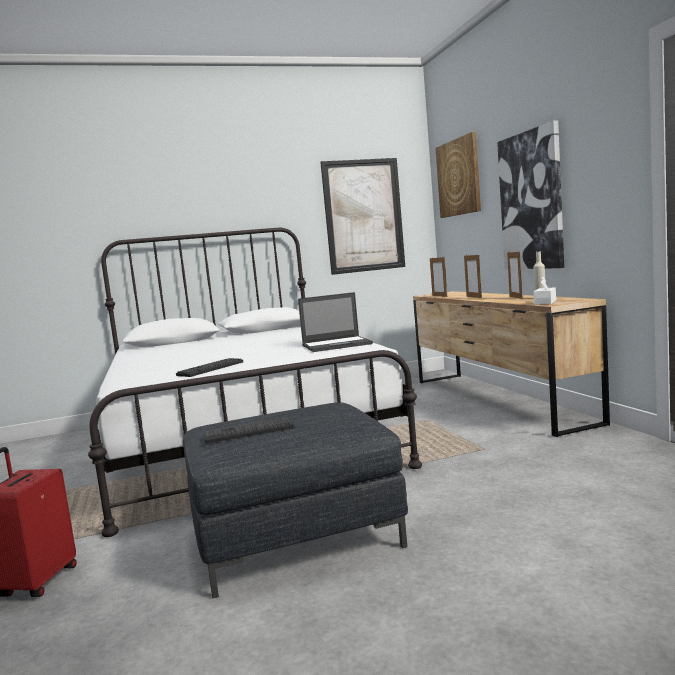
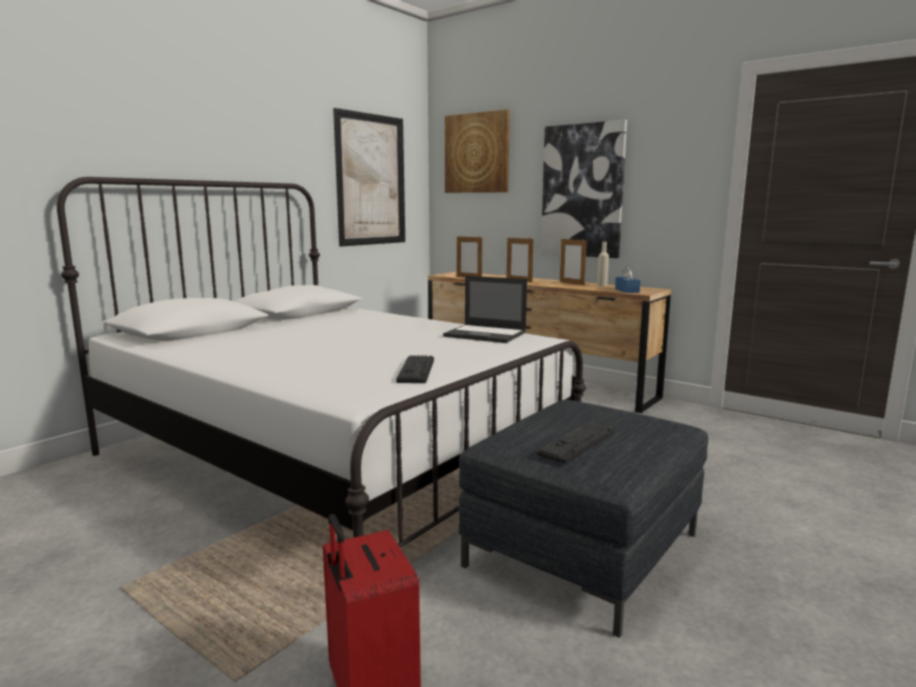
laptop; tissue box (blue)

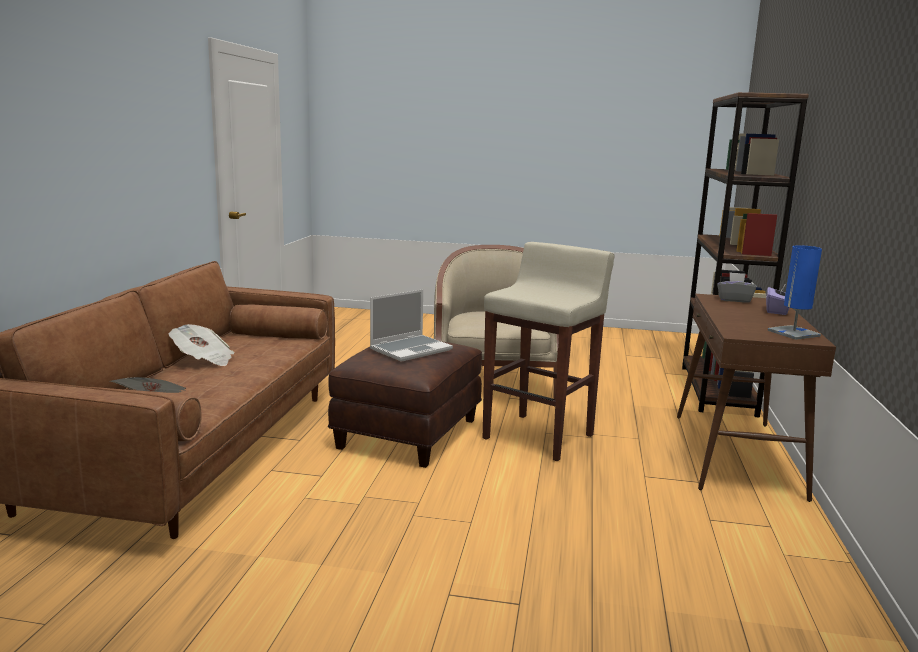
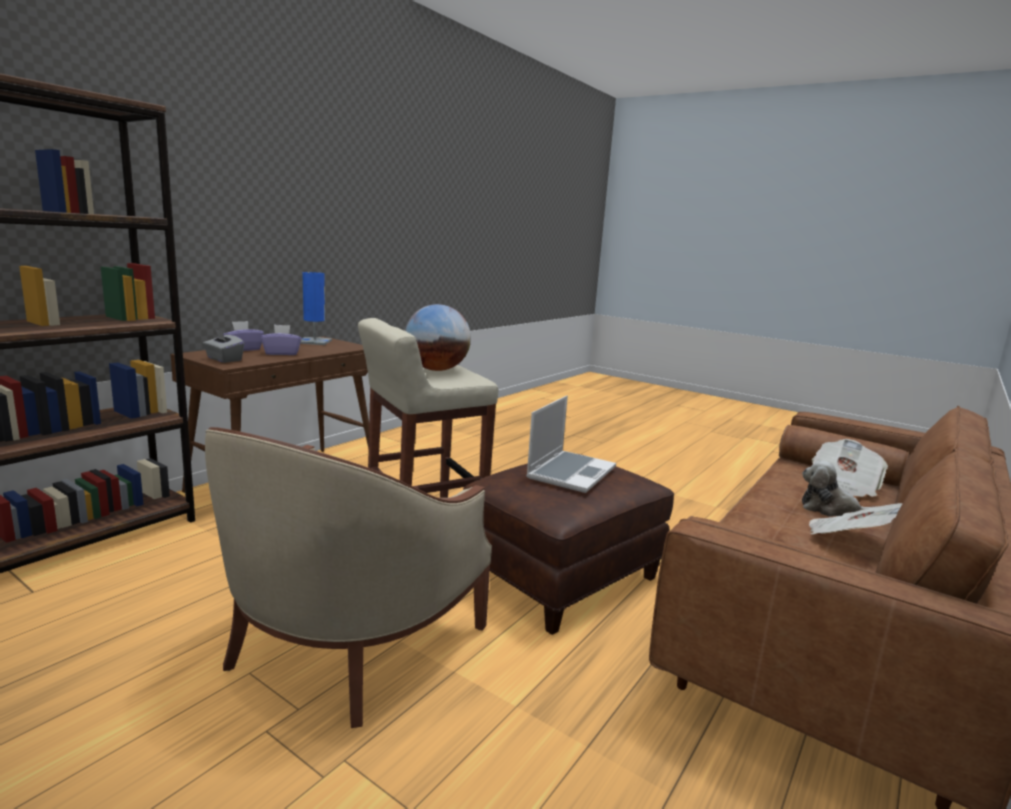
tissue box (purple) (2nd from left); globe; laptop; plush toy

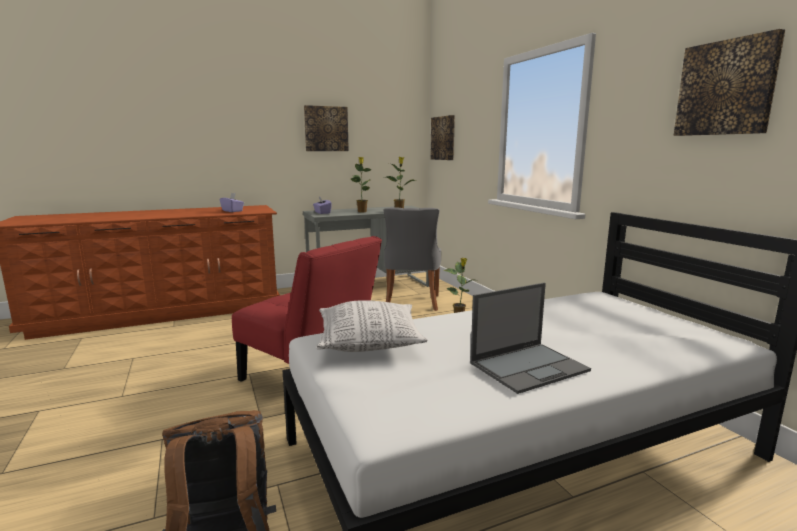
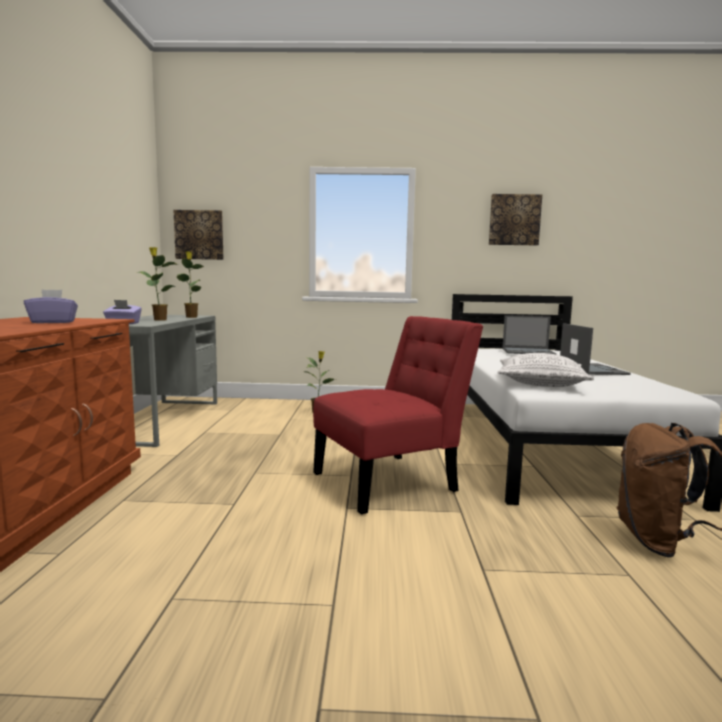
laptop (1st from left); picture (1st from left in the first image); chair (grey)

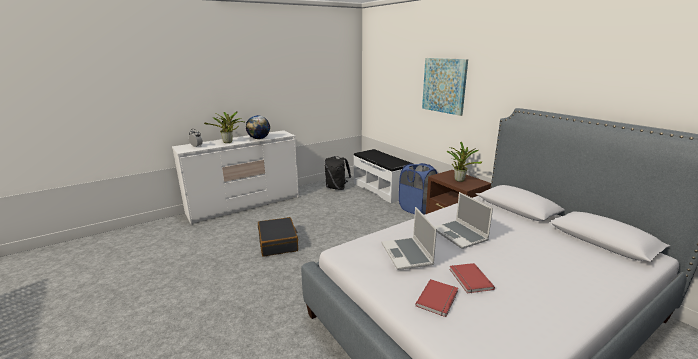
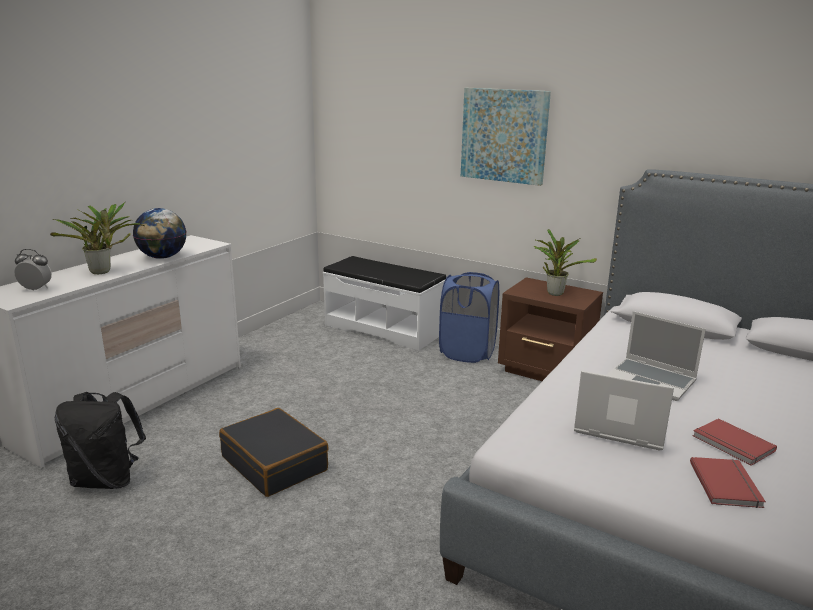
backpack (black); laptop (1st from left)

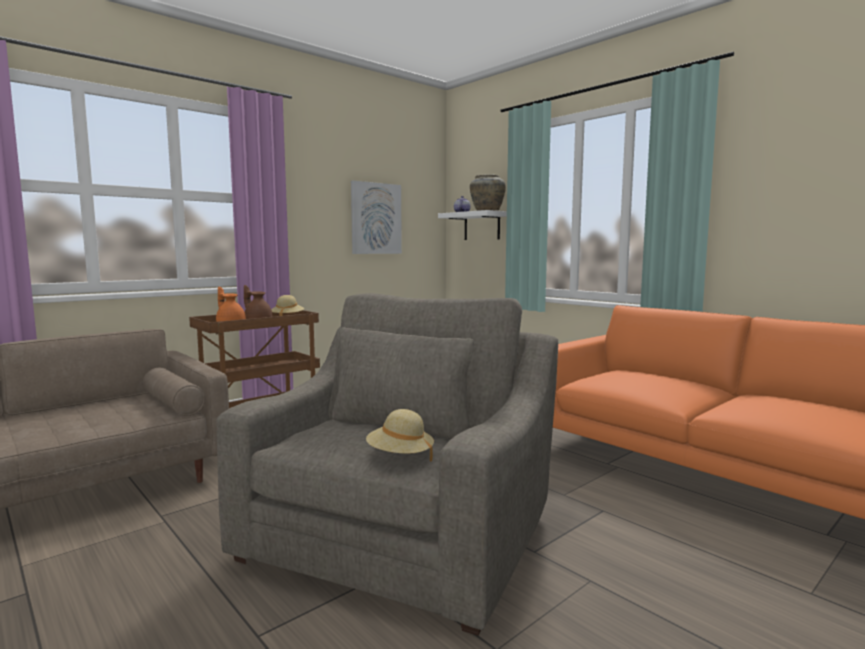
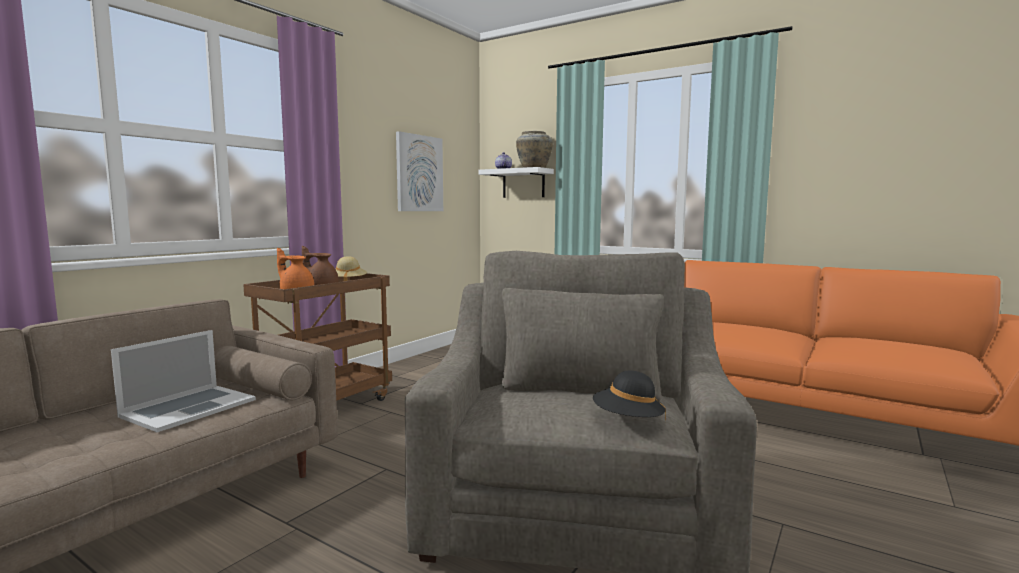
laptop; hat (black)

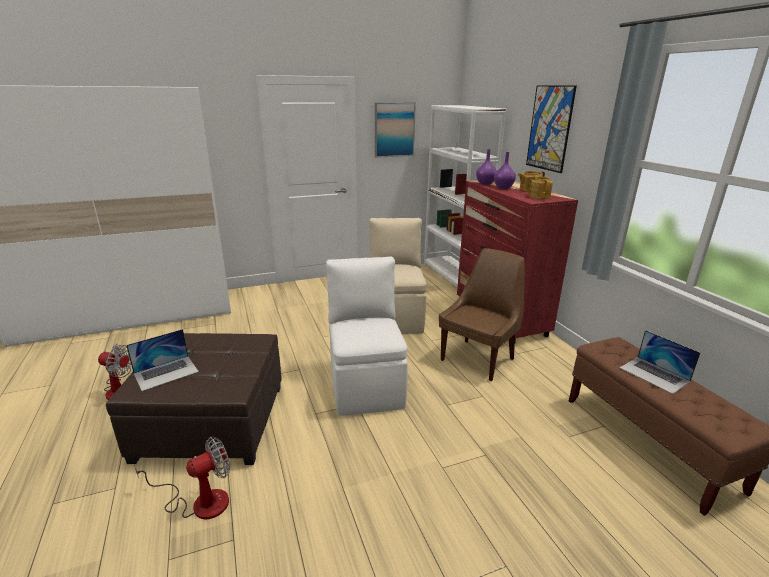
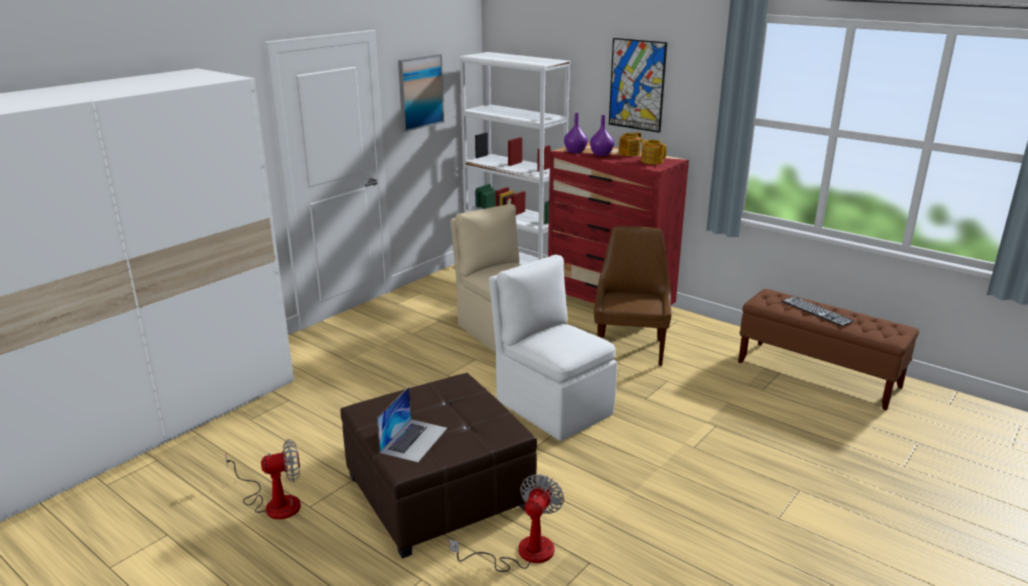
keyboard

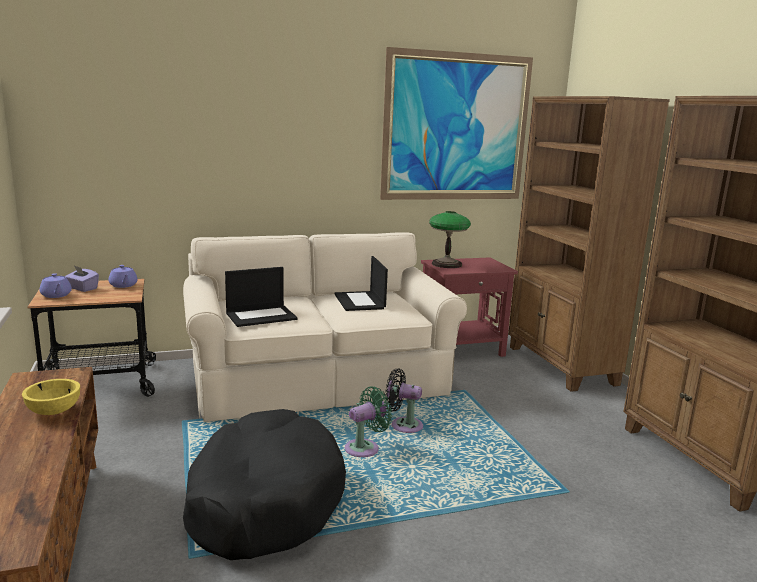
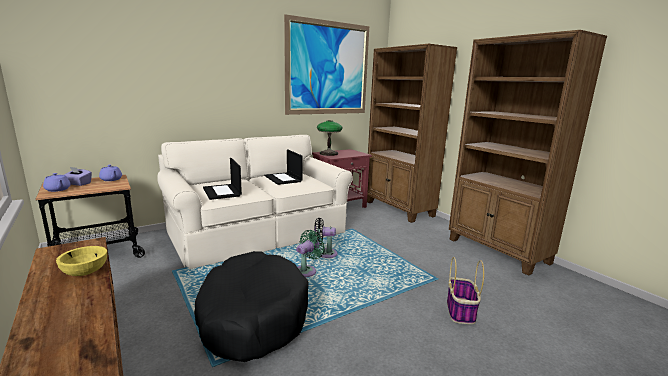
laptop (1st from left); basket

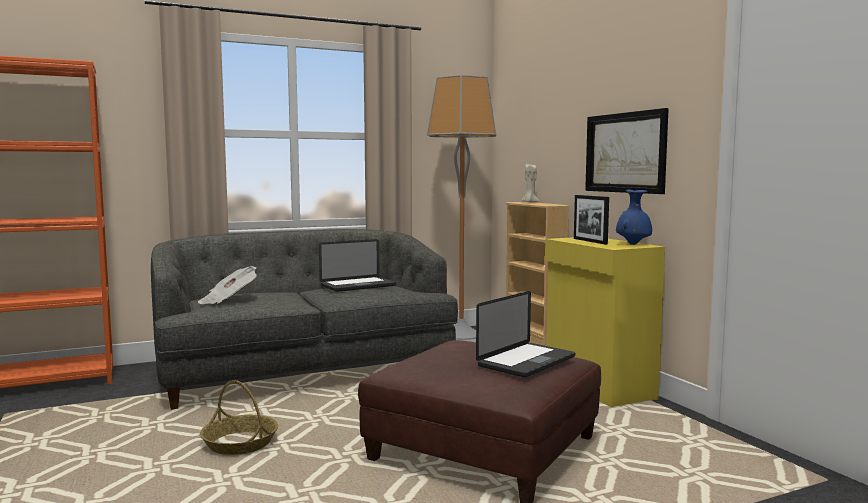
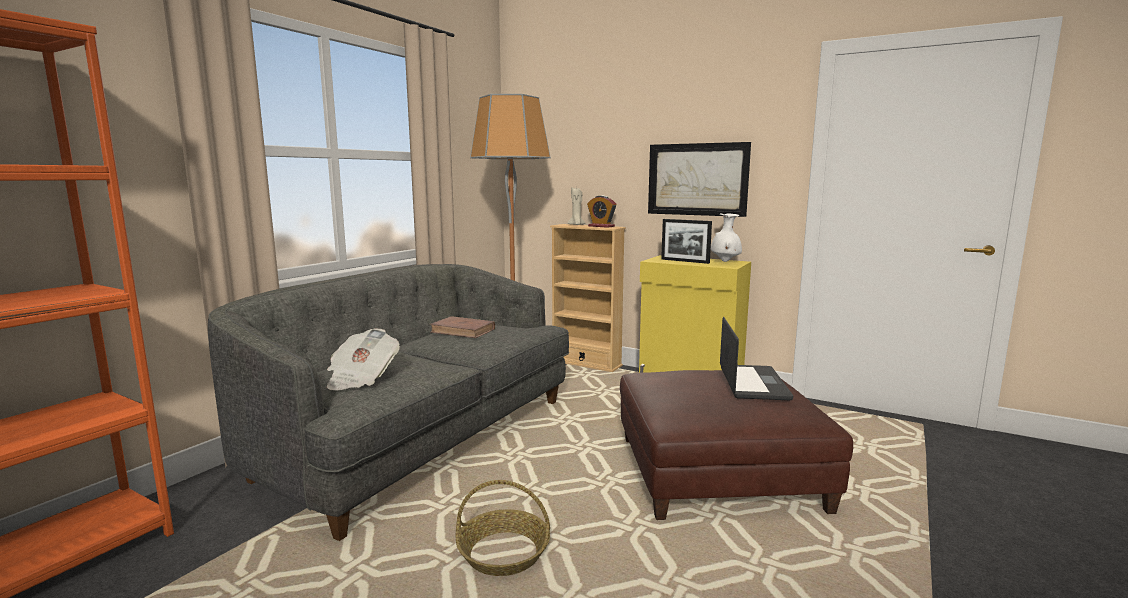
book (brown); alarm clock; vase (white)

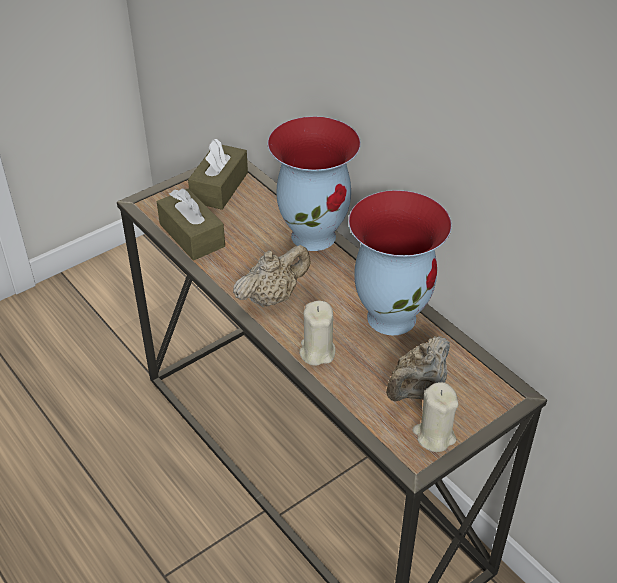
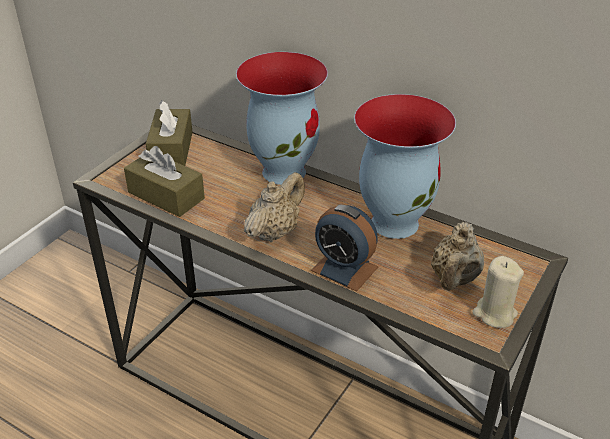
alarm clock

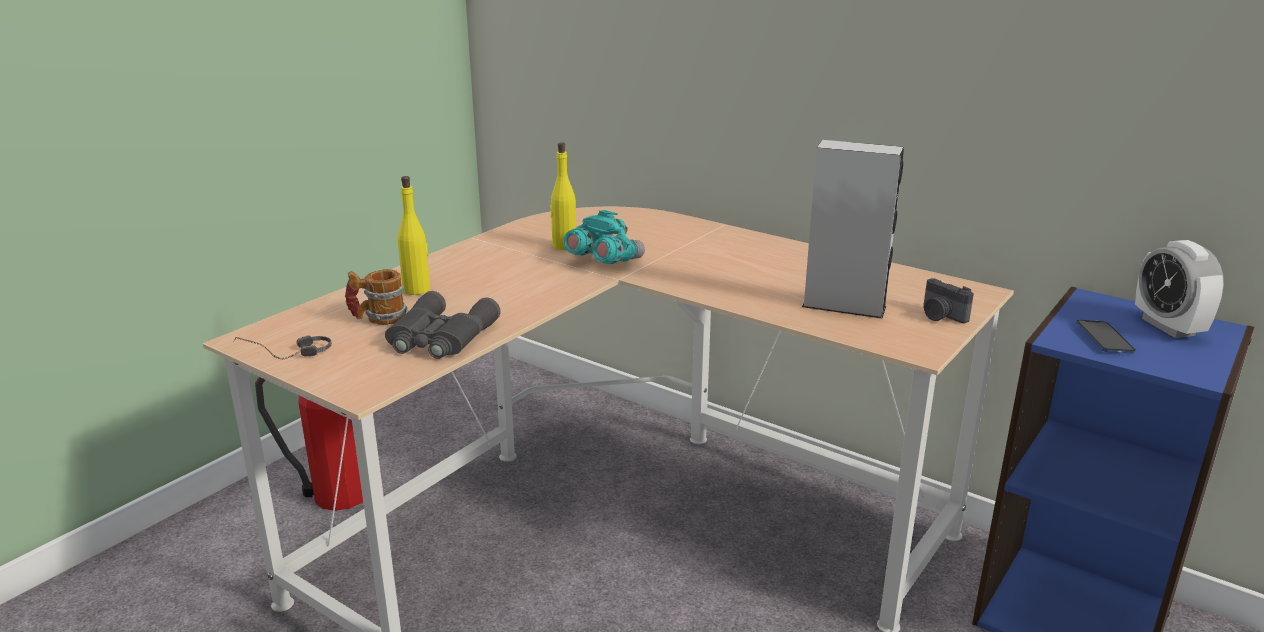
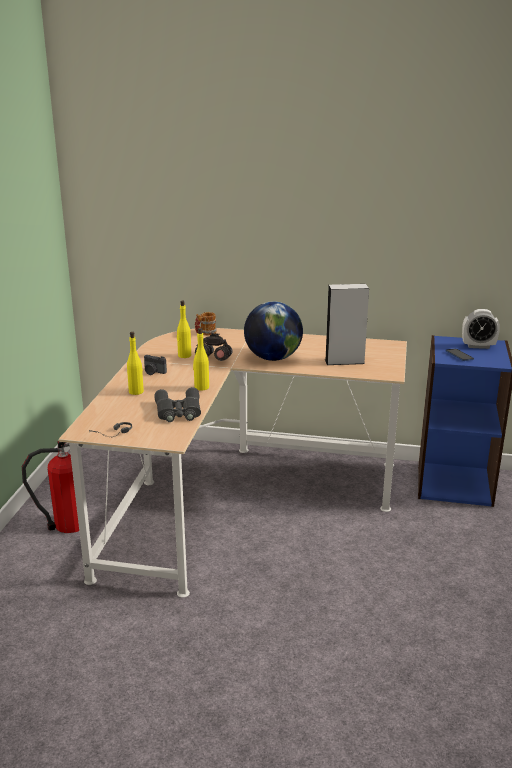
photo camera; bottle (yellow) (3rd from left); mug; binoculars (grey) (2nd from left); globe; alarm clock

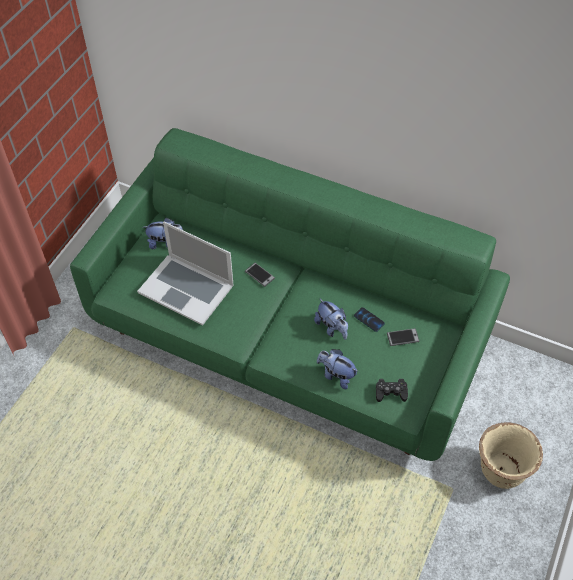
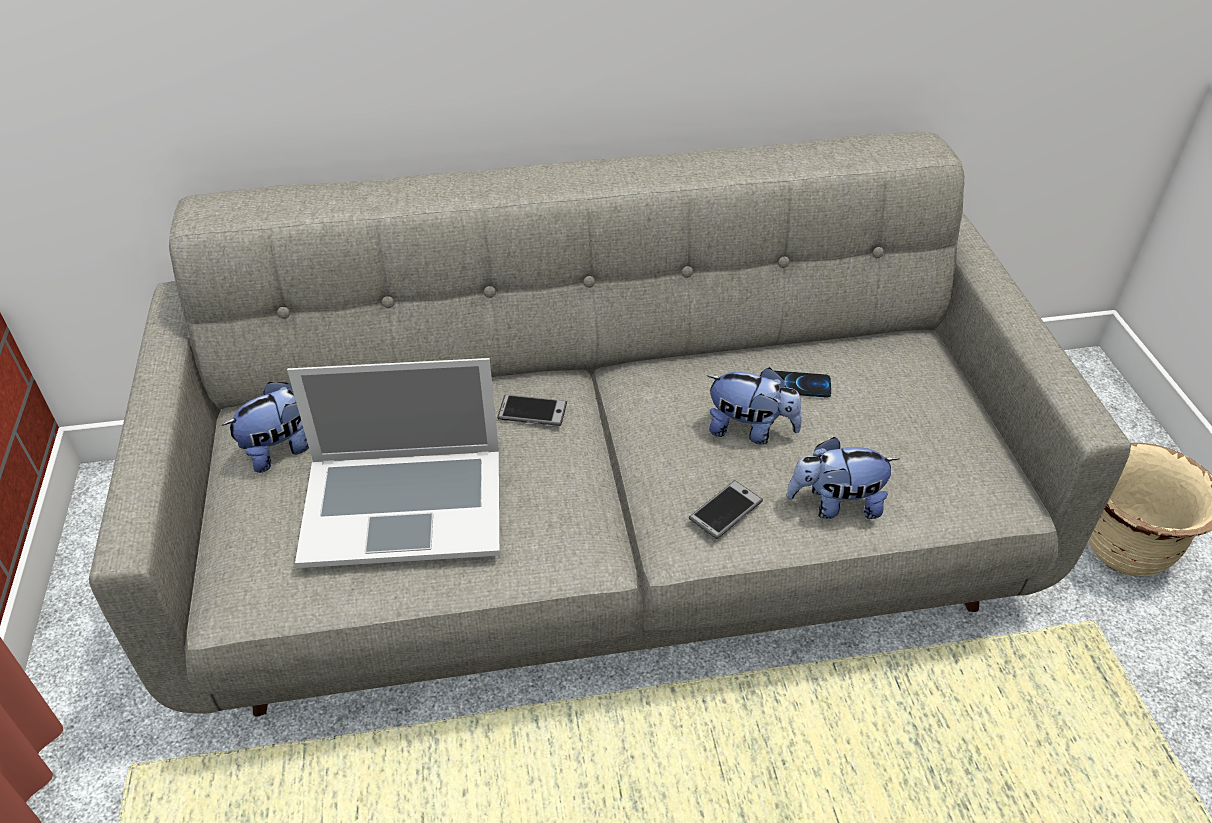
sofa (grey); phone (2nd from left); game controller (black)

